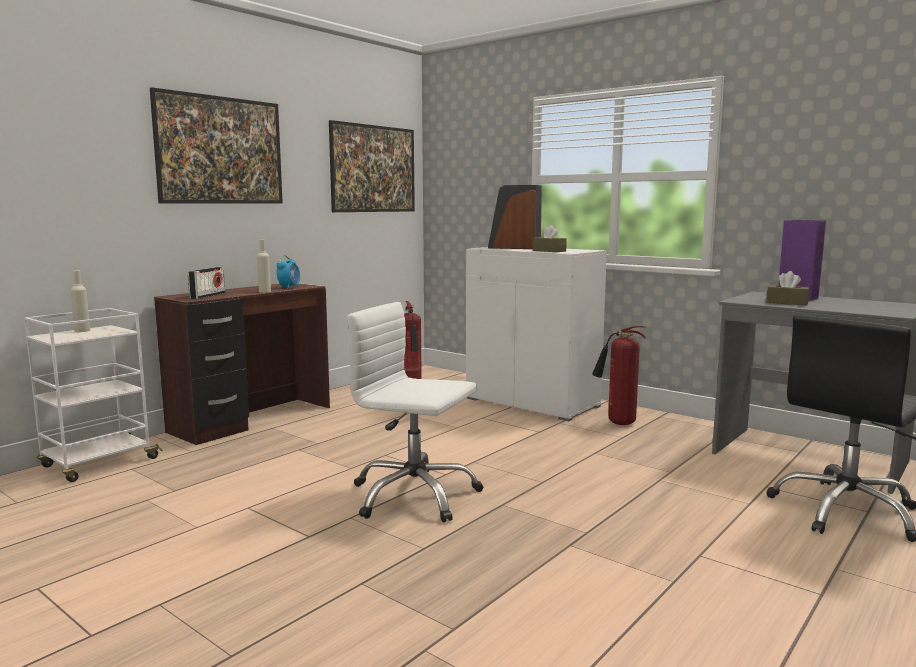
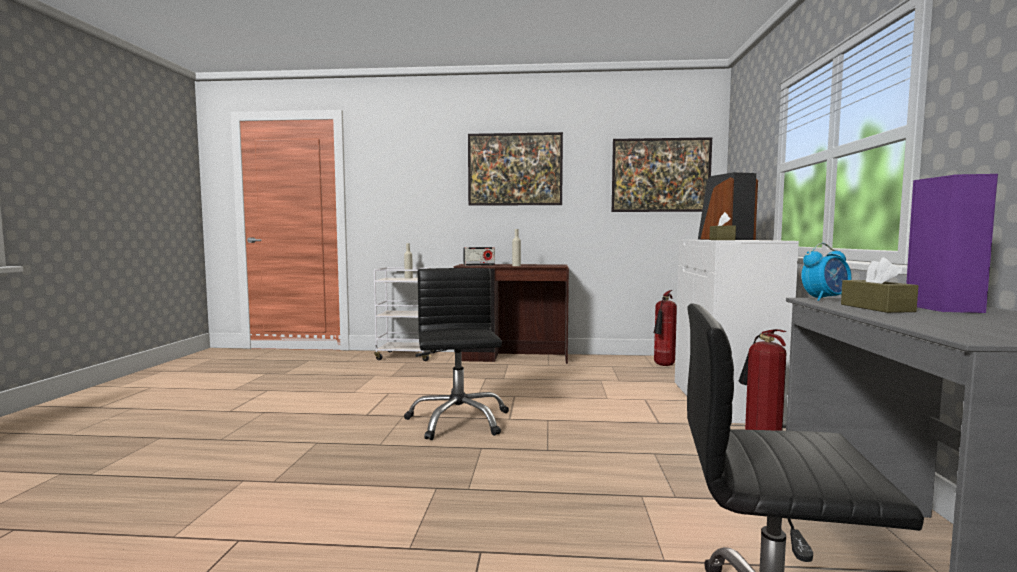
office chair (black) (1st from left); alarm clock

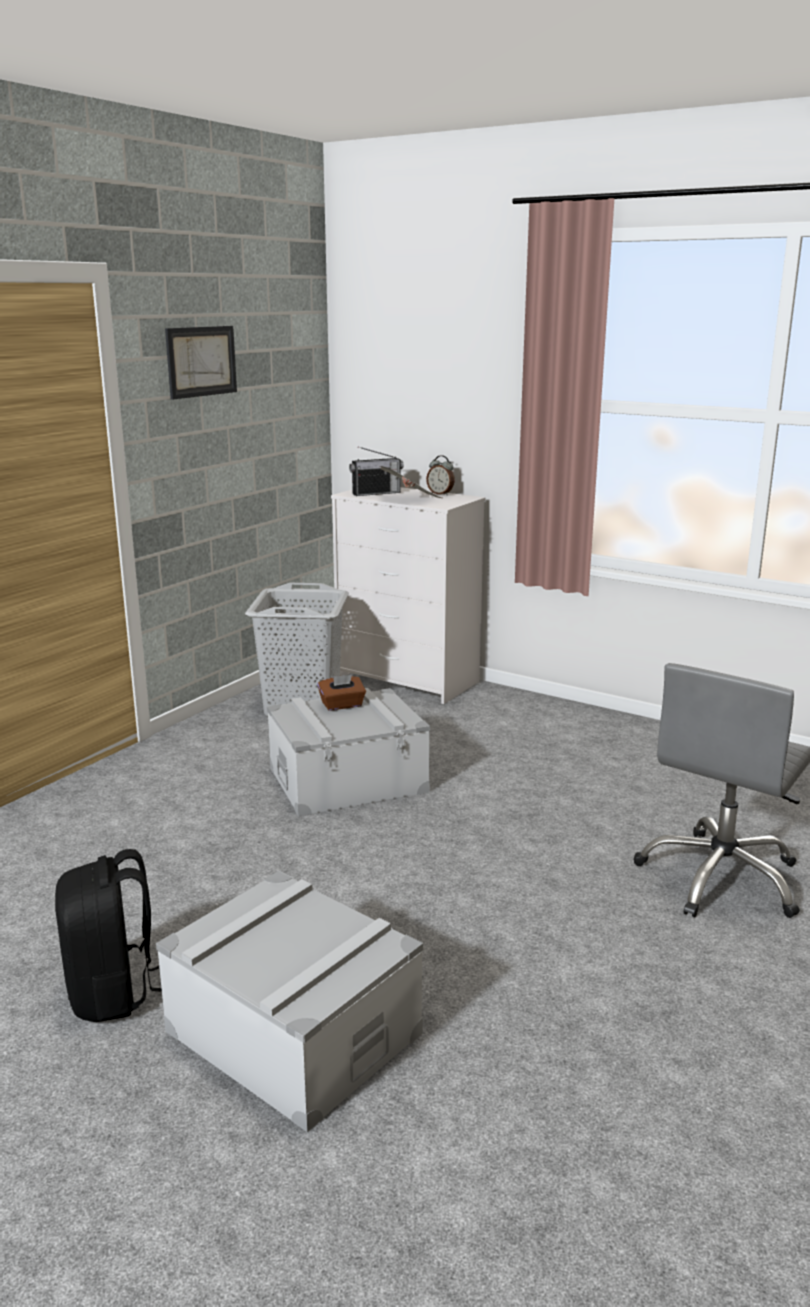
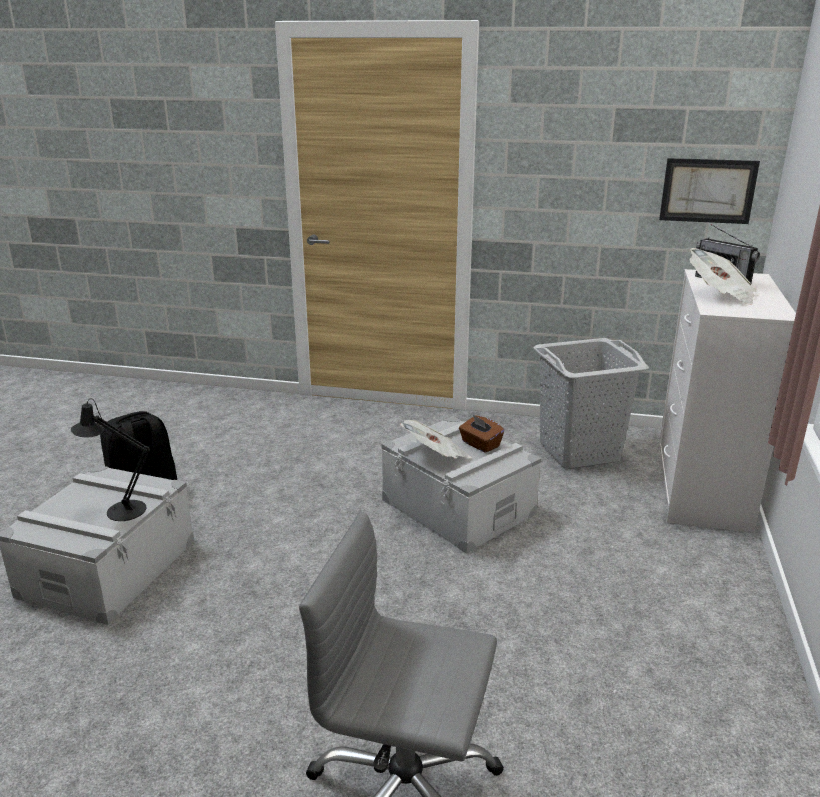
table lamp (black); newspaper (1st from left); picture; alarm clock

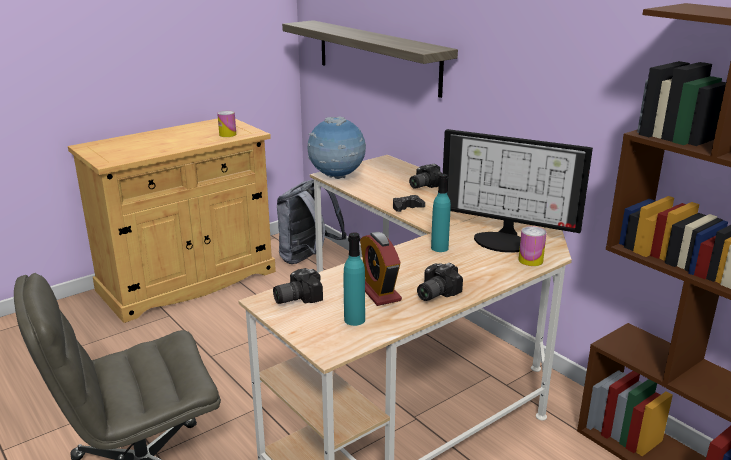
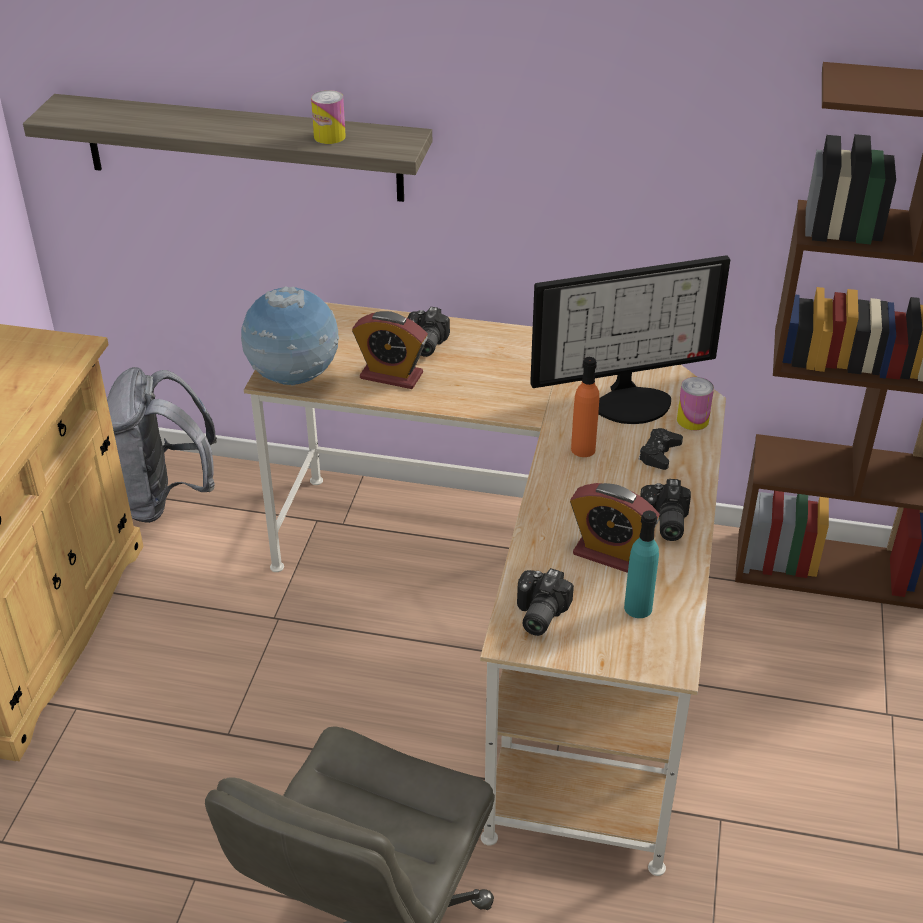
can (1st from left); alarm clock (1st from left); bottle (orange); game controller (black)

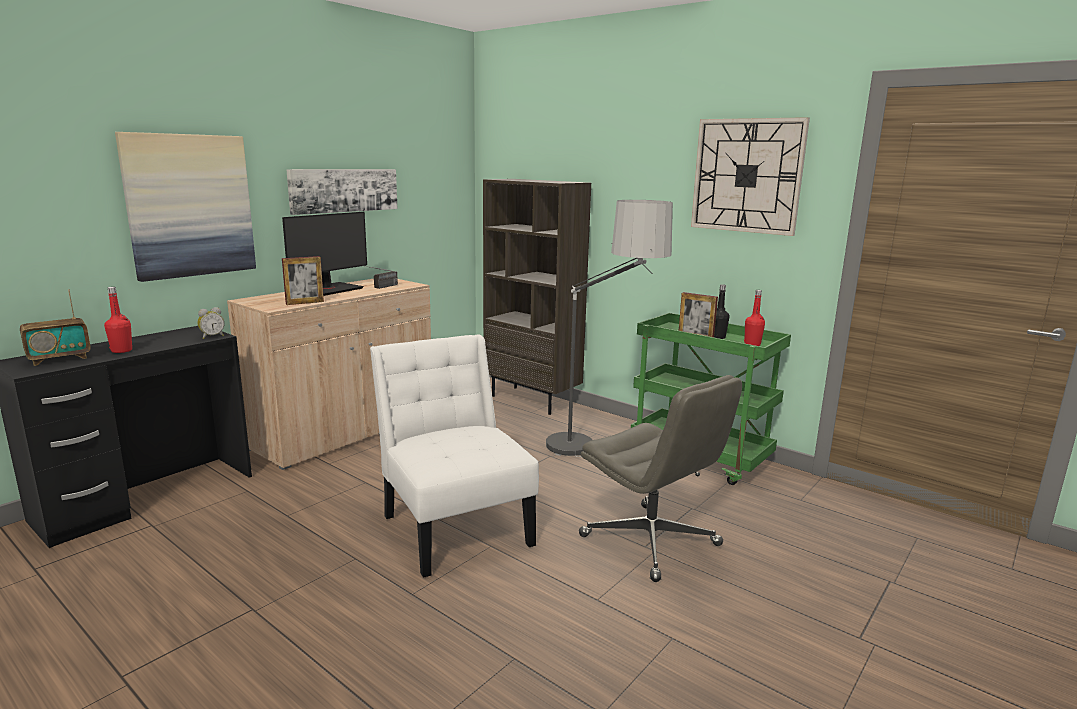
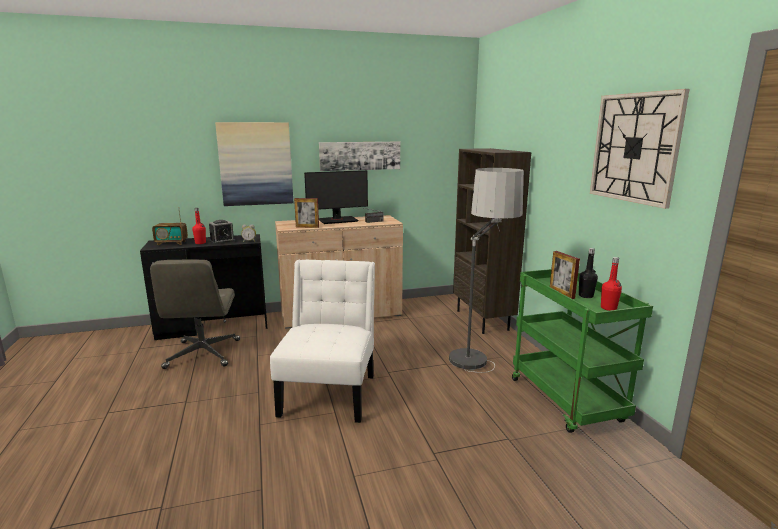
office chair (grey); alarm clock (1st from left)

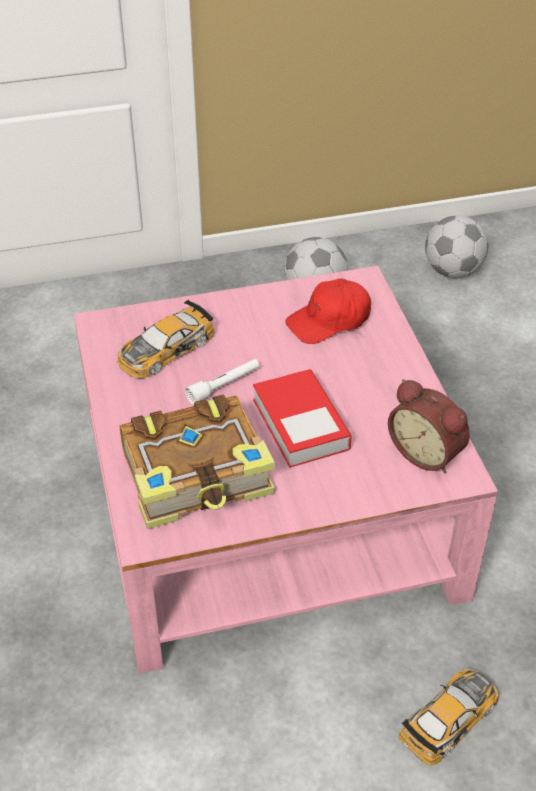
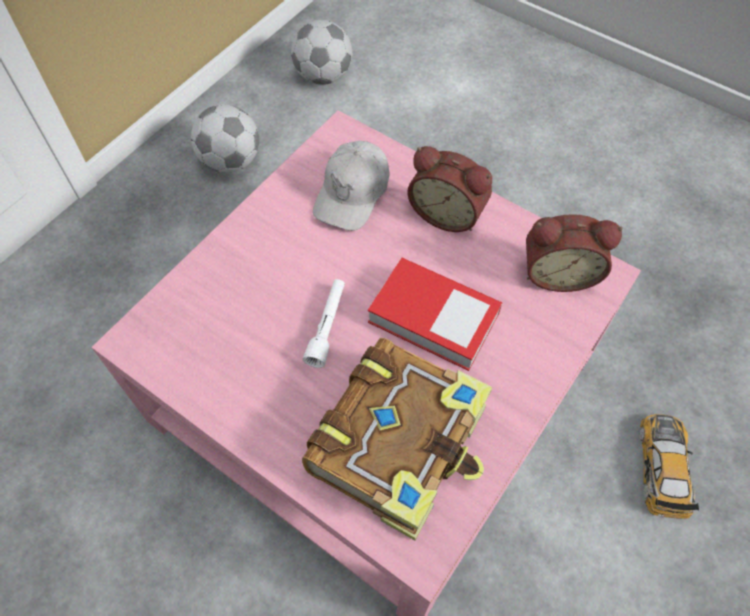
cap (white); alarm clock (1st from left); toy car (1st from left in the first image)

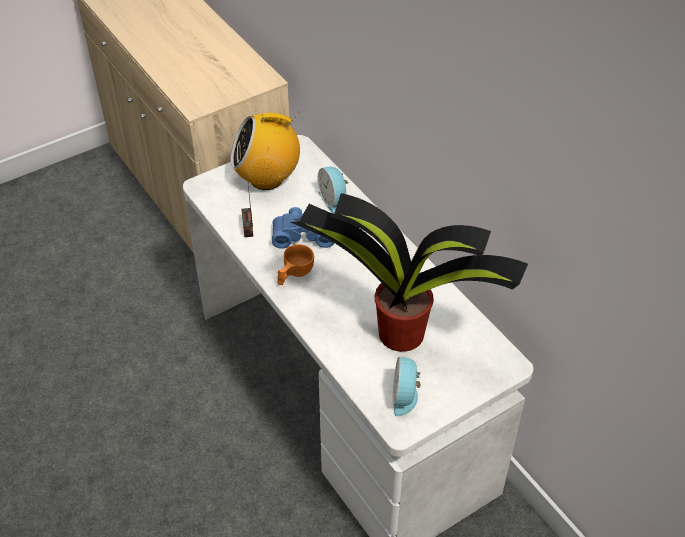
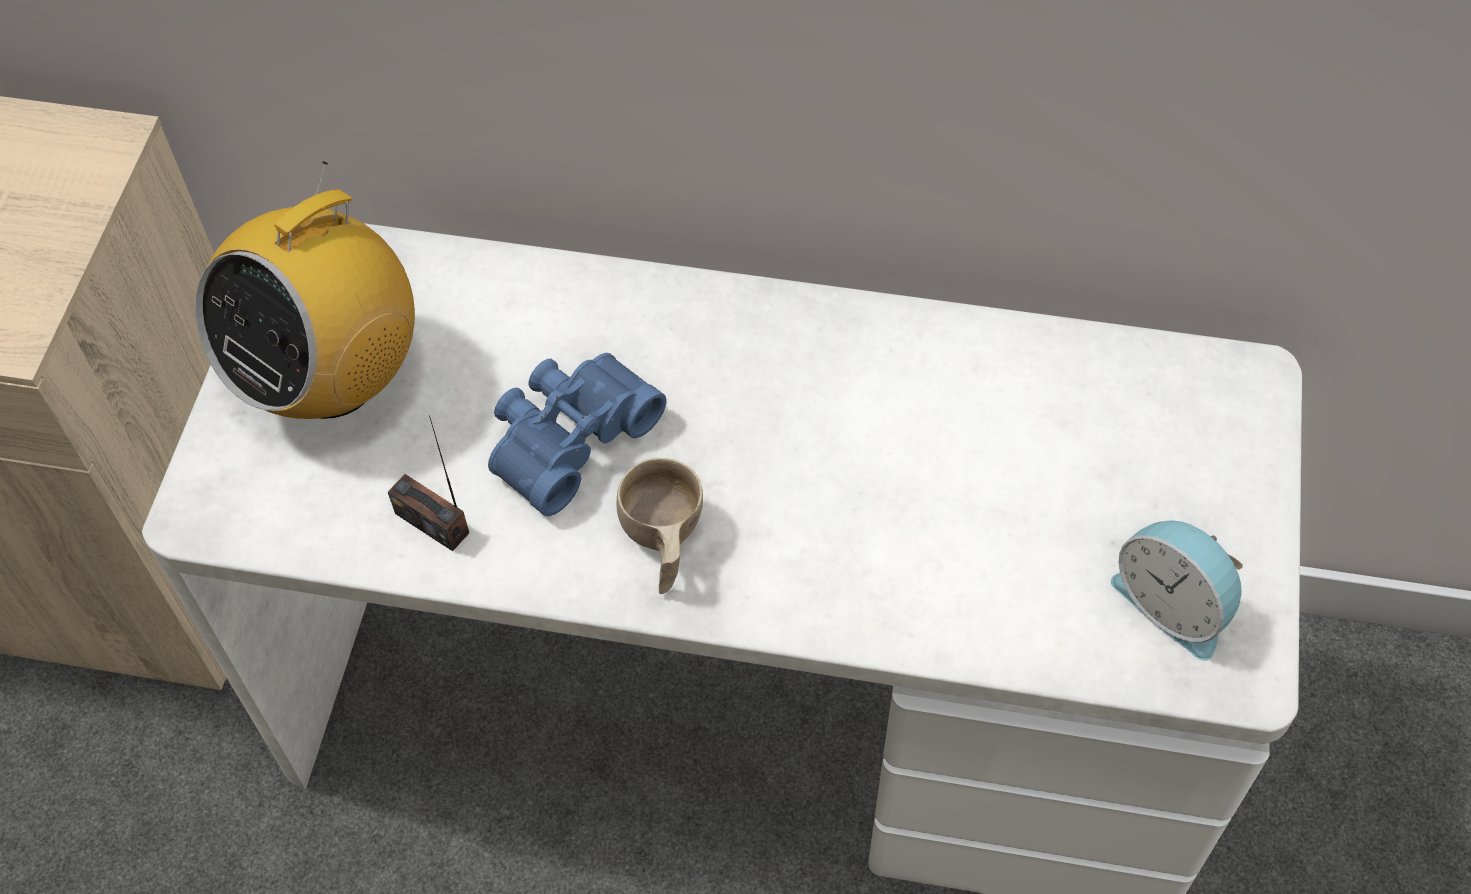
cup (beige); potted plant; alarm clock (1st from left in the first image)

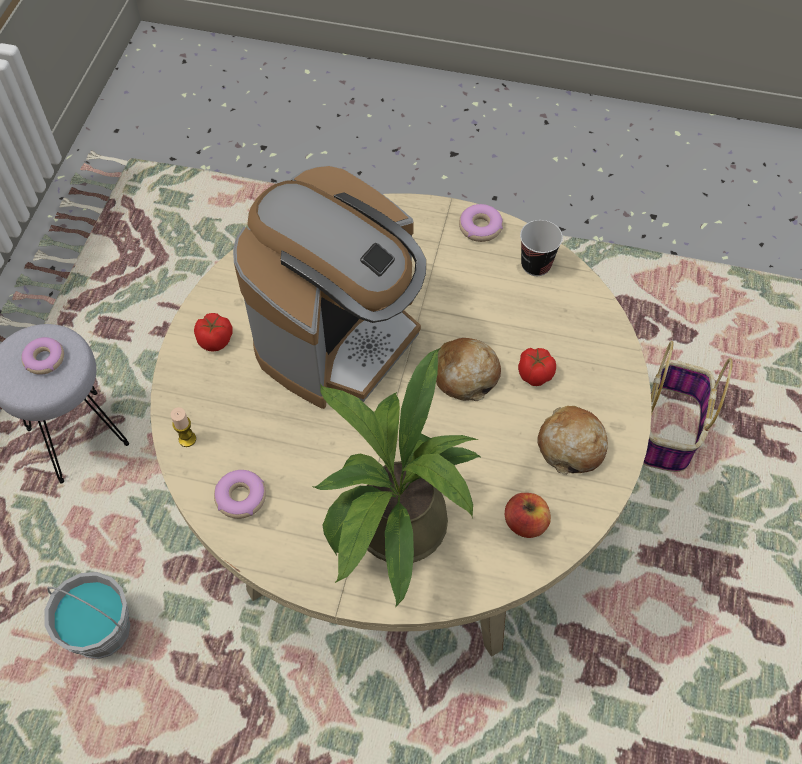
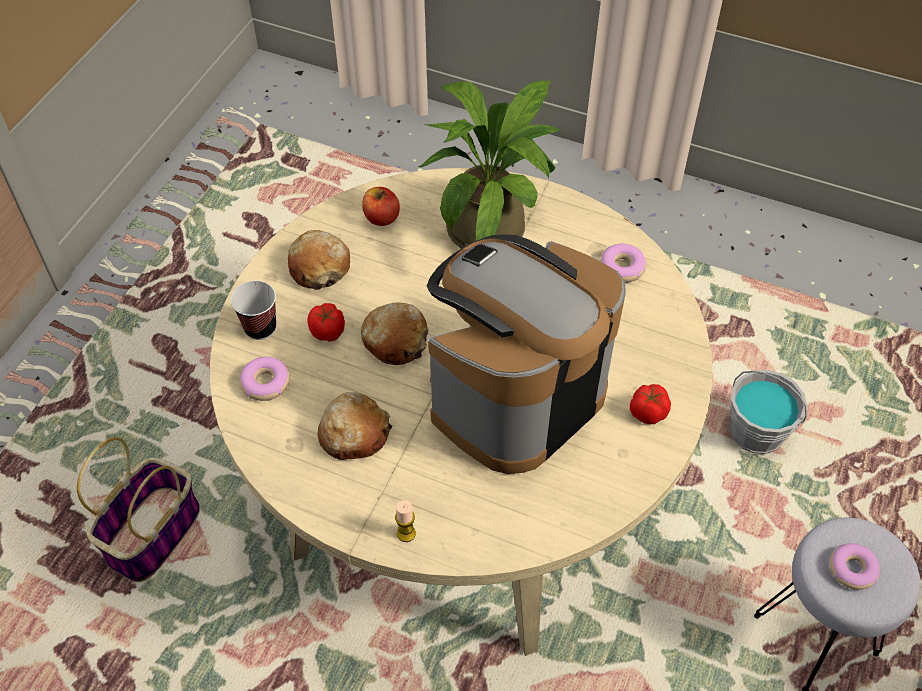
cup; donut (1st from left); bread (2nd from left); candle

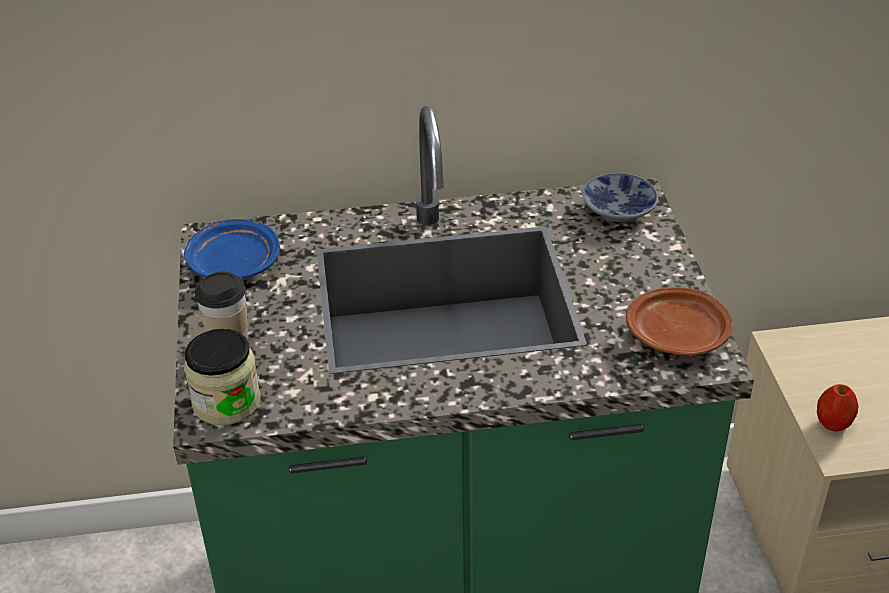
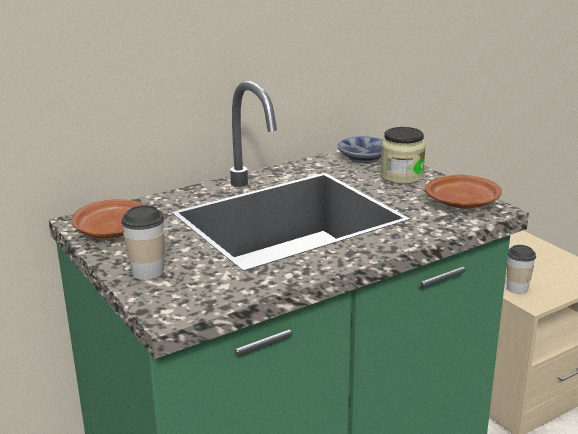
plate (brown) (1st from left); jar; cup (2nd from left)

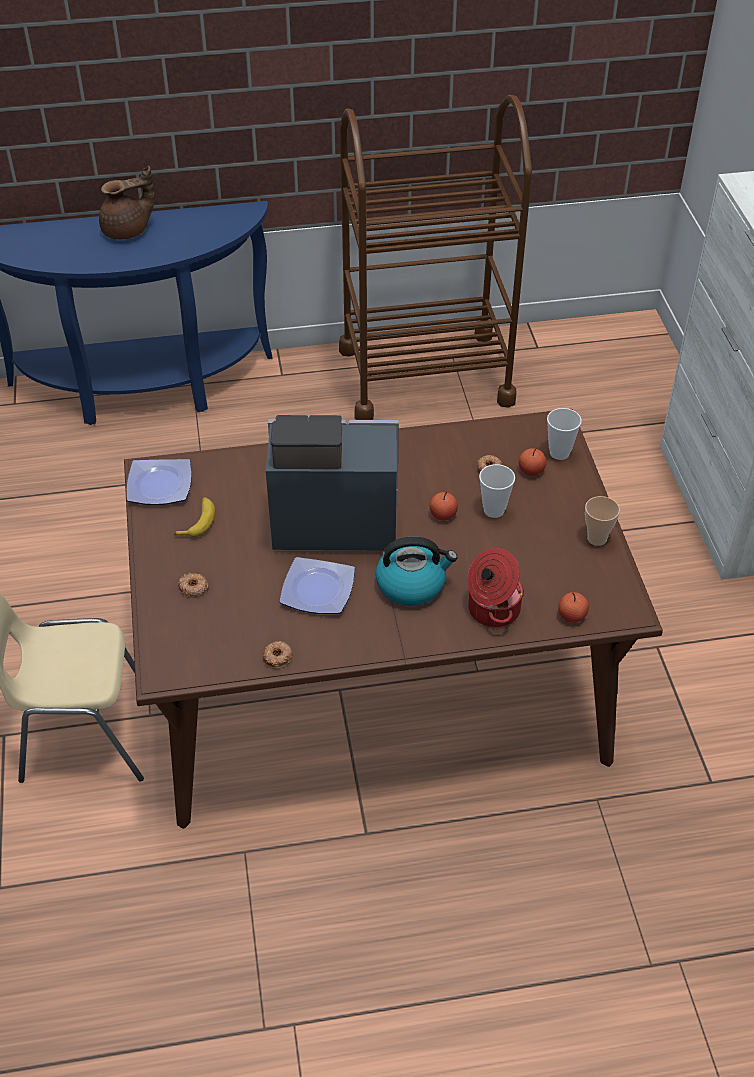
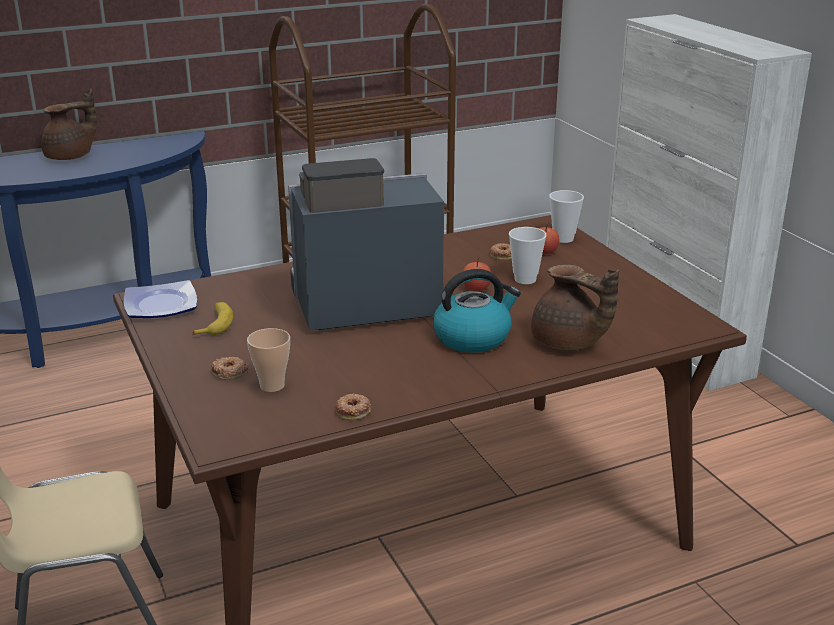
cup (1st from left); teapot (brown) (2nd from left); plate (2nd from left in the first image); apple (3rd from left in the first image)

